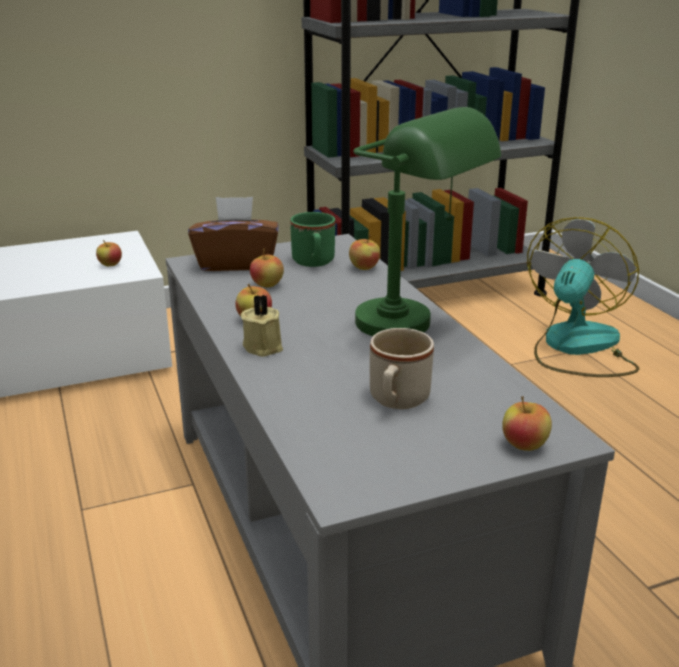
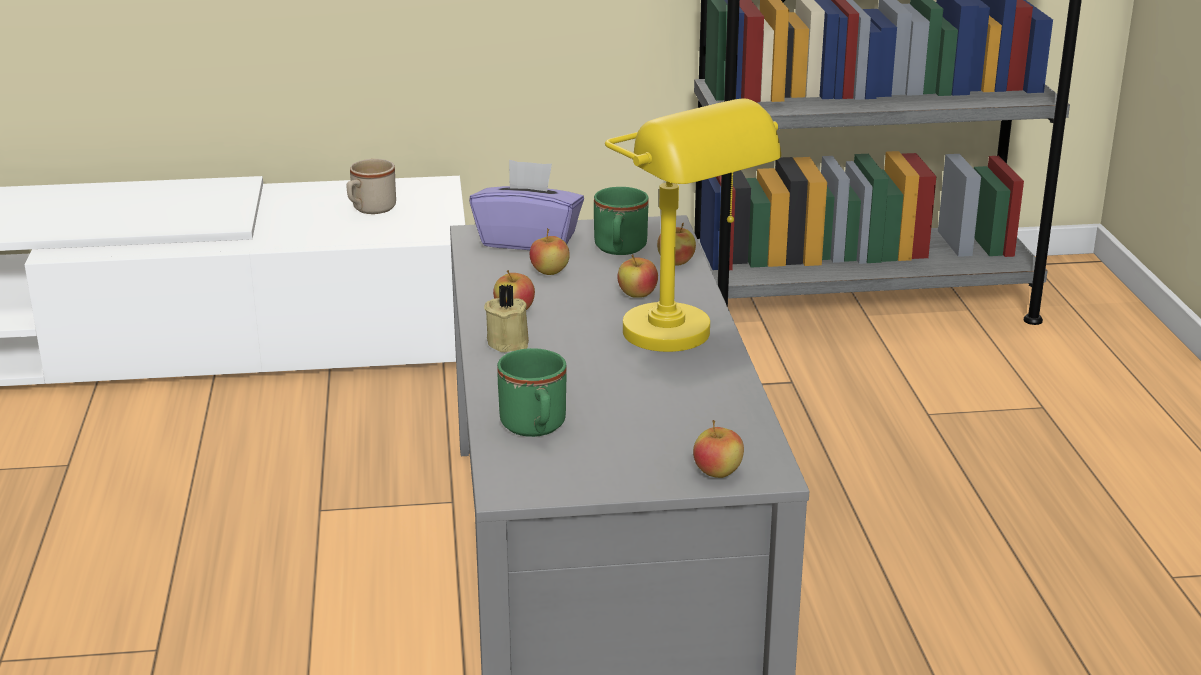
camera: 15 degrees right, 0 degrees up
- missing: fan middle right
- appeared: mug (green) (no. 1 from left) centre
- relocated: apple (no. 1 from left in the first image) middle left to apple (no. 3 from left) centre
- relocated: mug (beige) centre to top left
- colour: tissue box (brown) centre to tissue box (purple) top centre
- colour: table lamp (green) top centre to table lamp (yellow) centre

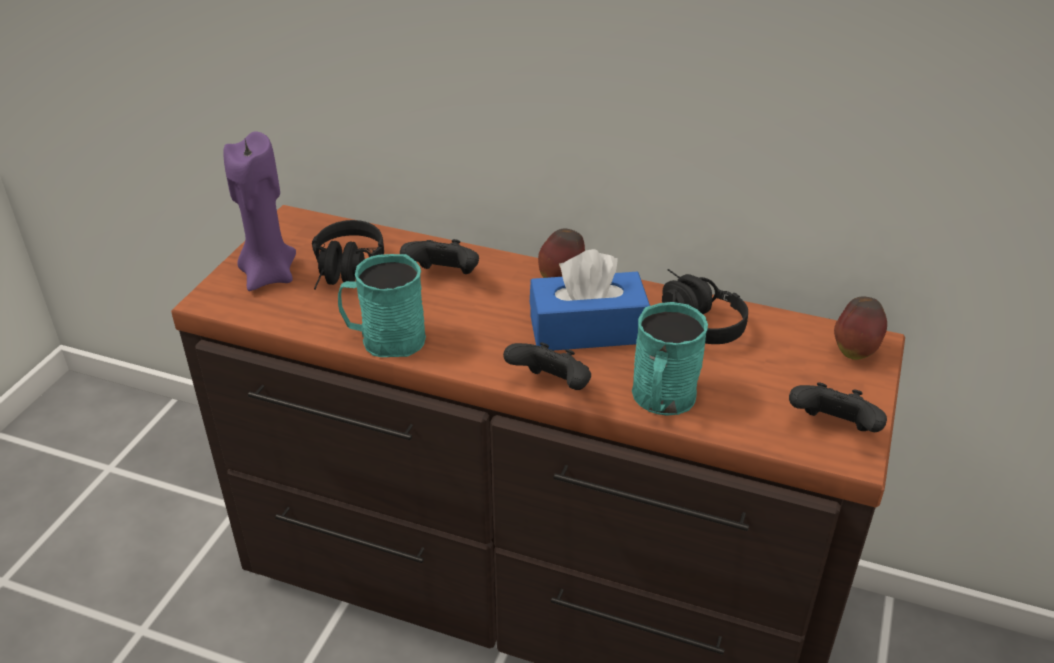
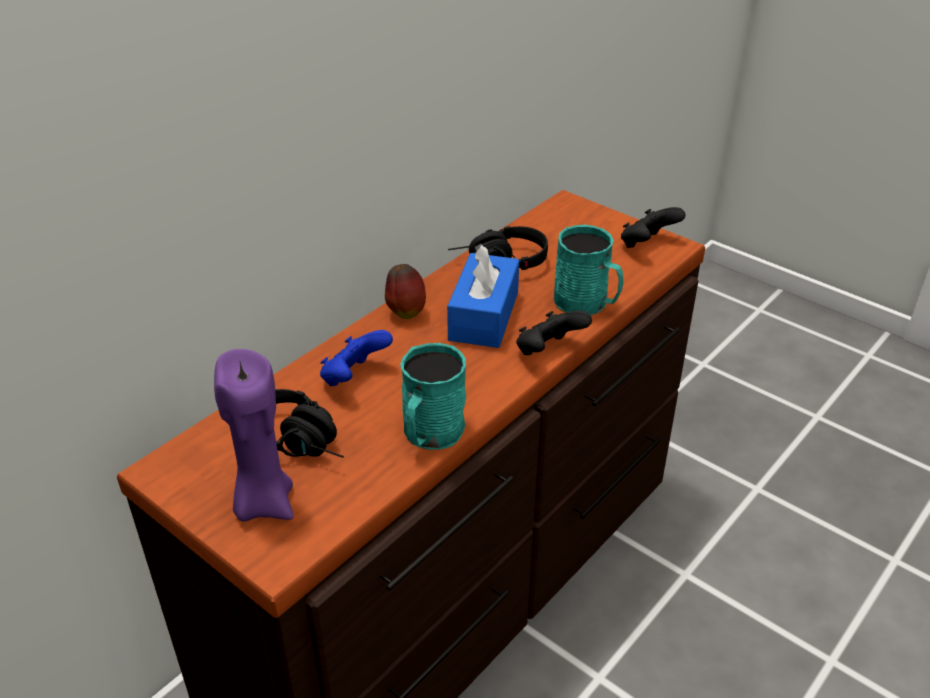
camera: 70 degrees left, 0 degrees up
- missing: apple (no. 2 from left) middle right
- colour: game controller (black) (no. 1 from left) centre to game controller (blue) centre

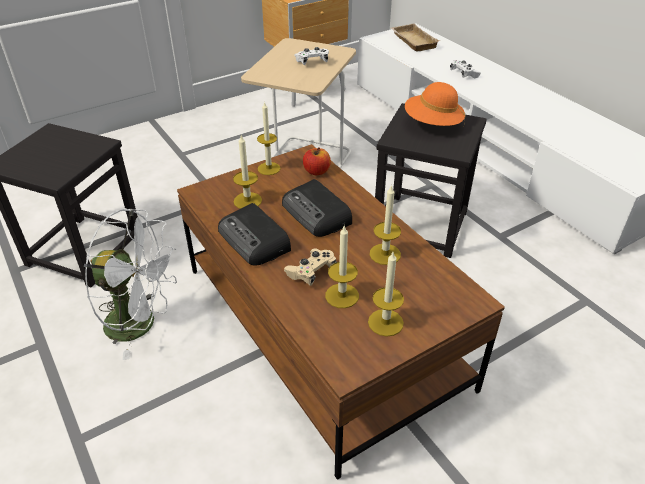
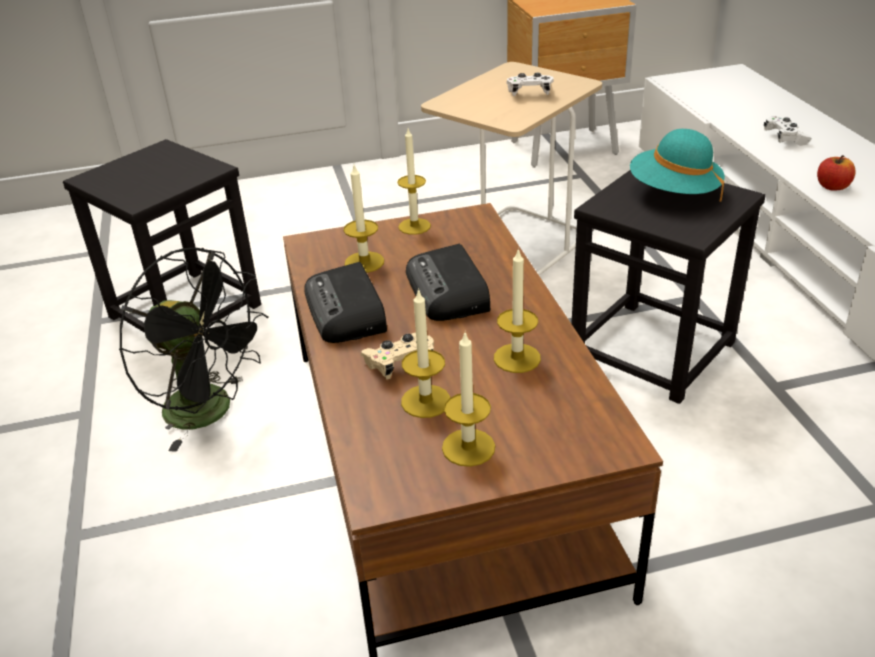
camera: 20 degrees right, 5 degrees down
- missing: tray (beige) top centre
- relocated: apple top centre to top right
- colour: fan (white) middle left to fan (black) middle left
- colour: hat (orange) top right to hat (turquoise) top right

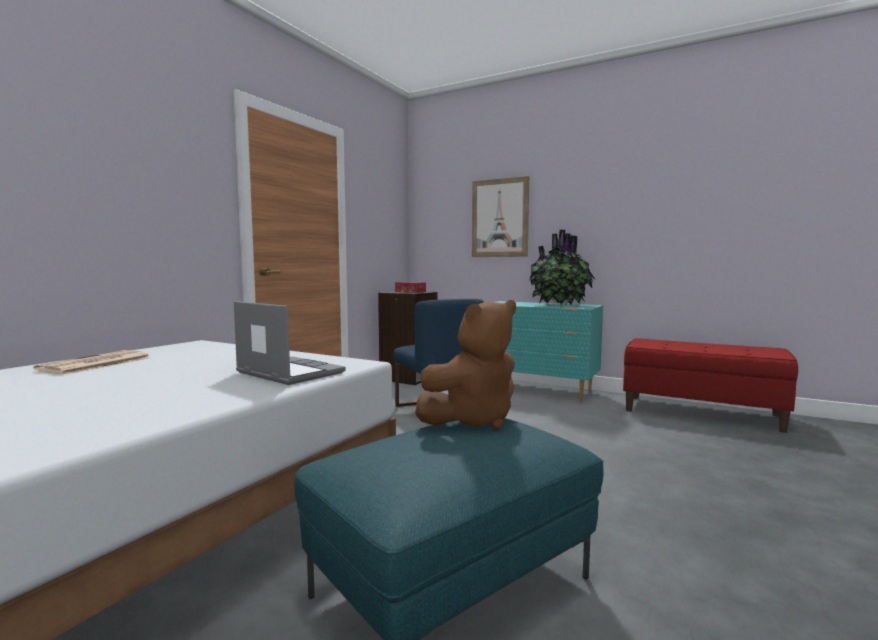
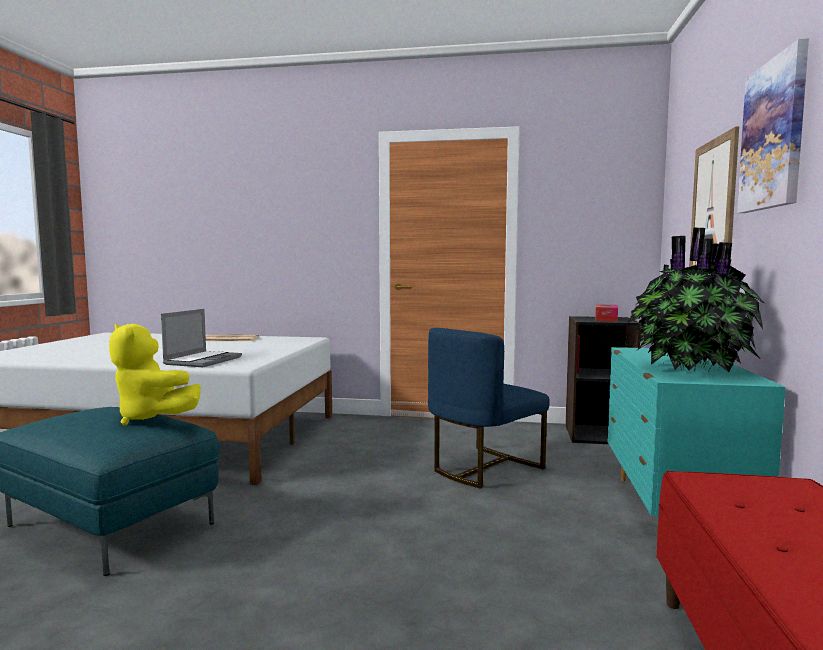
camera: 70 degrees right, 0 degrees up
- appeared: picture (no. 2 from left) top right
- colour: plush toy (brown) centre to plush toy (yellow) middle left

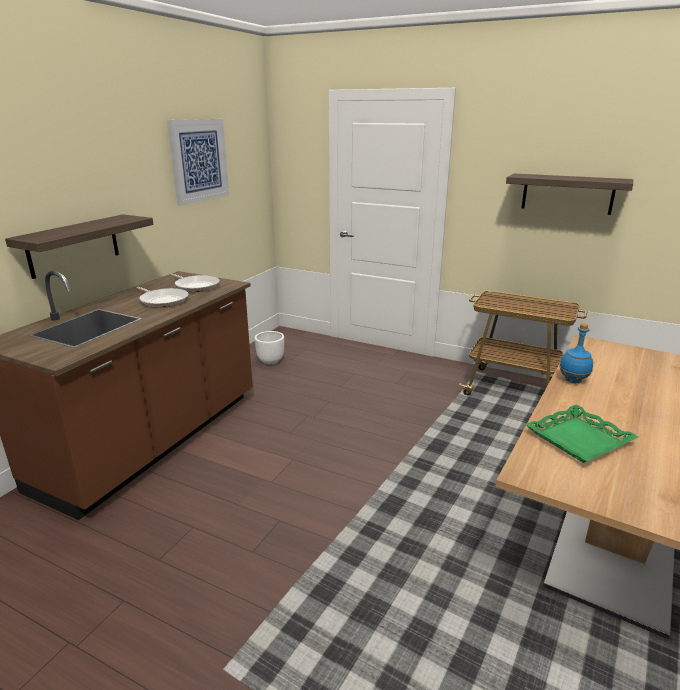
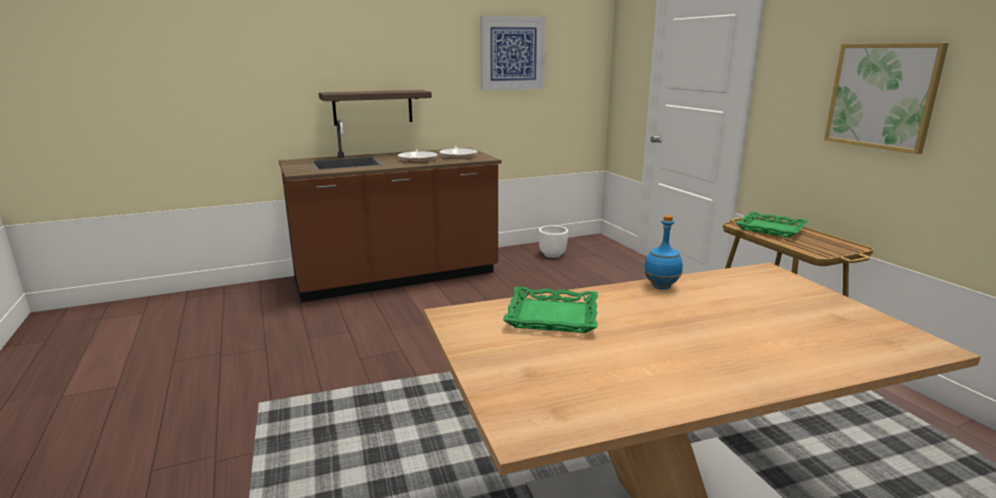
camera: 40 degrees right, 5 degrees down
- appeared: tray (green) (no. 2 from left) middle right
- exchanged: shelf (no. 2 from left) top right to picture (no. 2 from left) top right

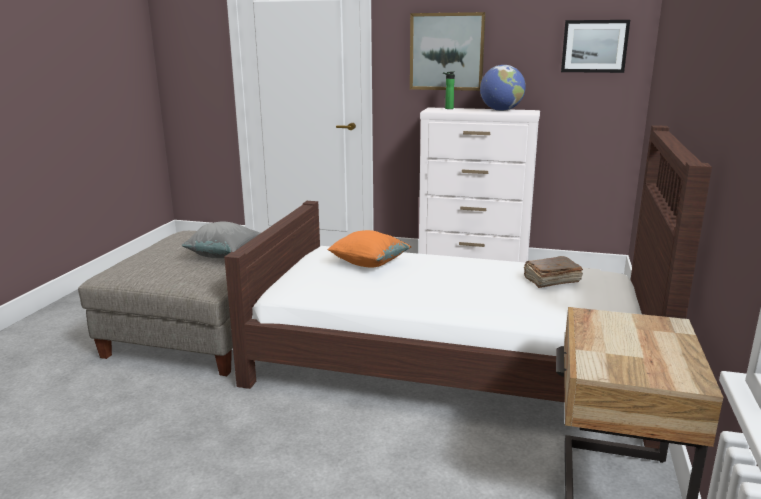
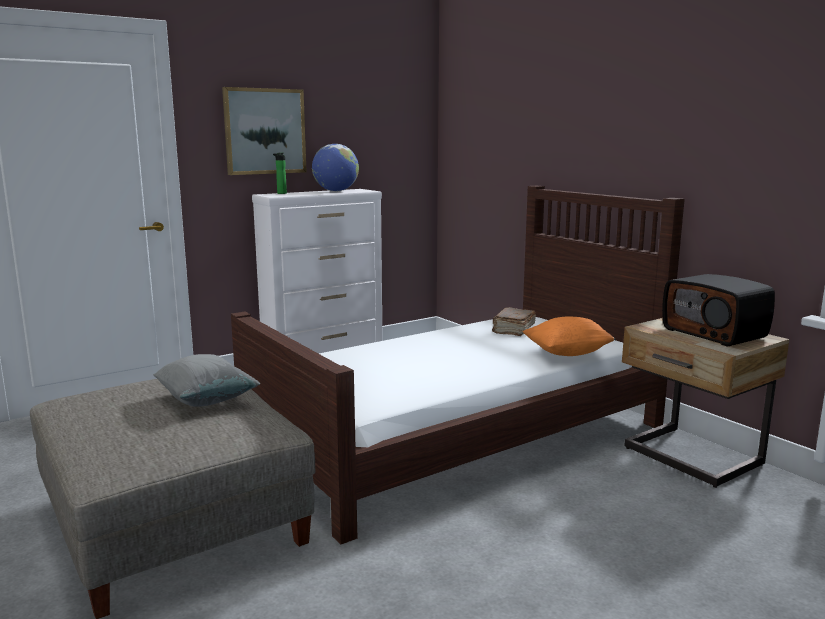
camera: 50 degrees left, 5 degrees down
- missing: picture (no. 2 from left) top right
- appeared: radio middle right
- relocated: pillow (orange) centre to middle right

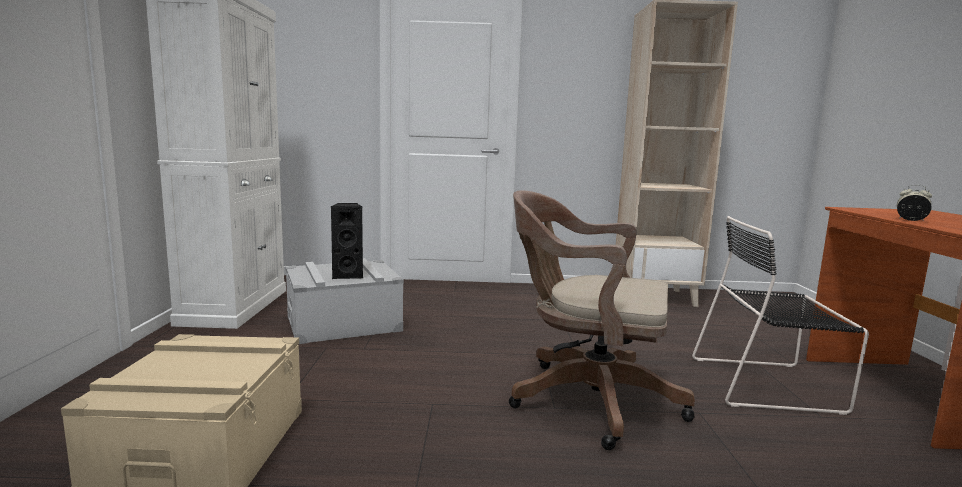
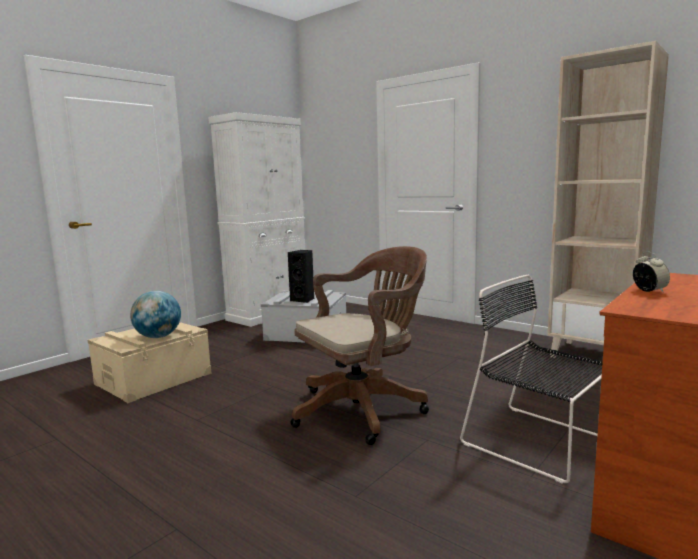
camera: 40 degrees right, 0 degrees up
- appeared: globe middle left
- spun: office chair (brown) centre = centre 90 degrees clockwise

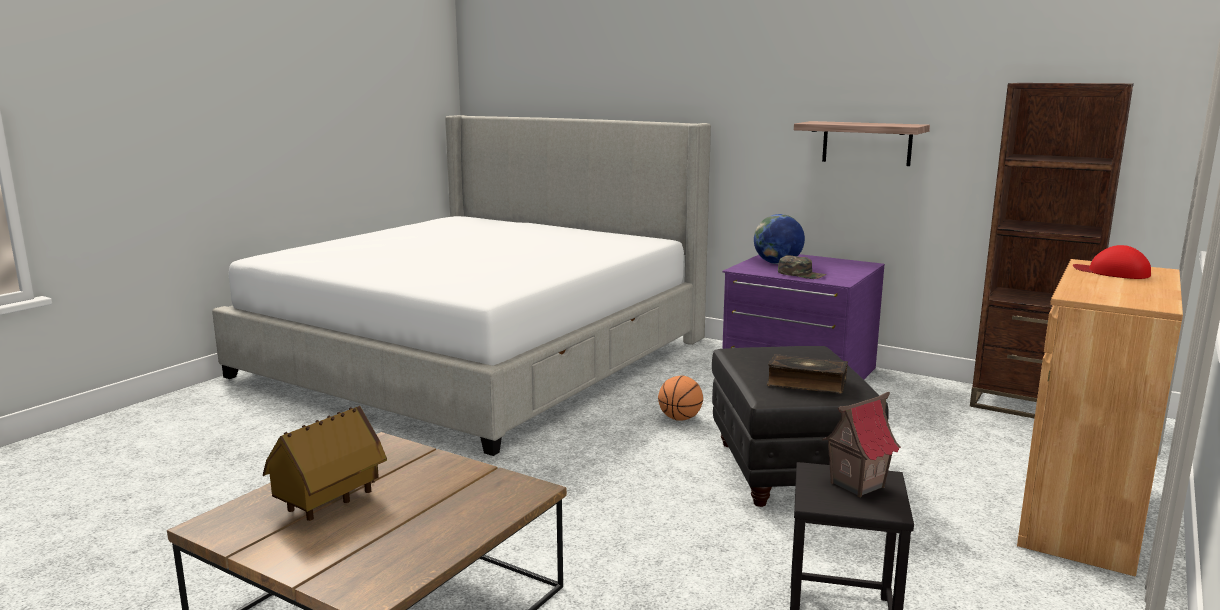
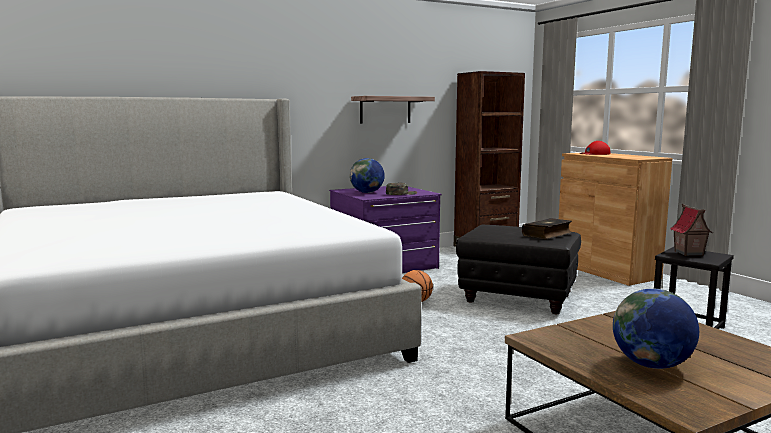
camera: 60 degrees left, 5 degrees down
- exchanged: toy house (no. 1 from left) bottom left to globe (no. 2 from left) bottom right

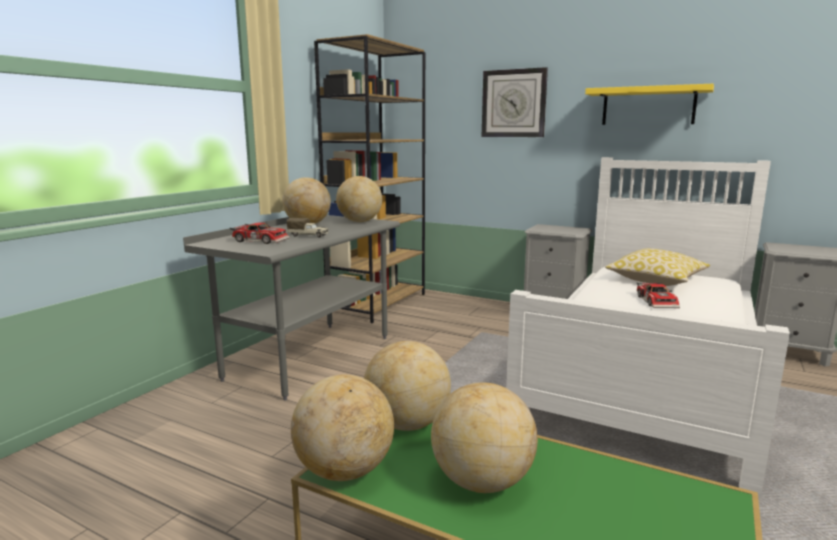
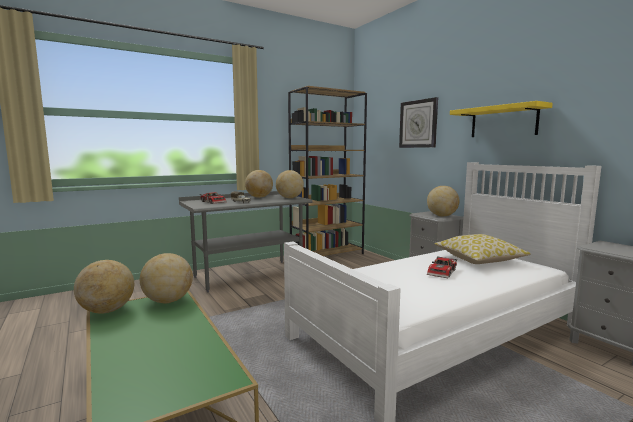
camera: 30 degrees right, 5 degrees down
- relocated: globe (no. 5 from left) bottom centre to middle right

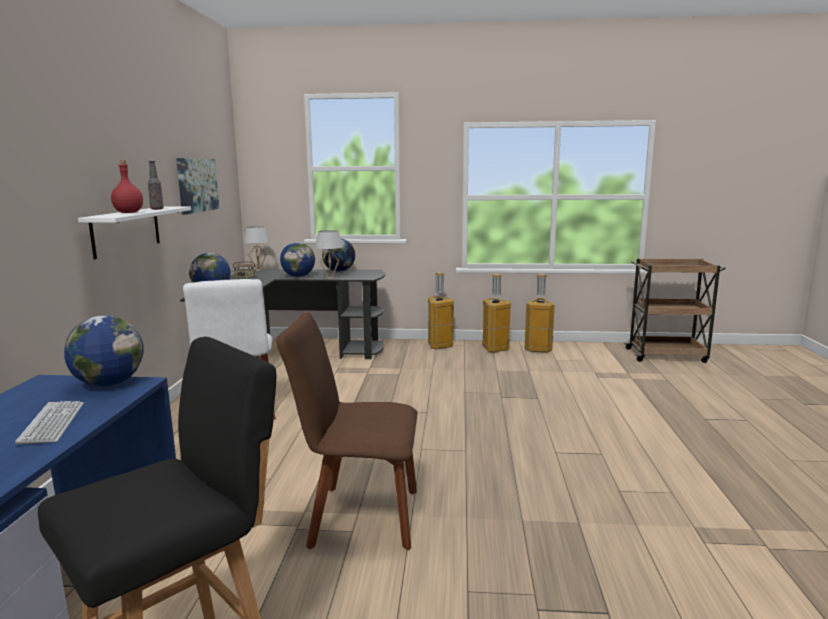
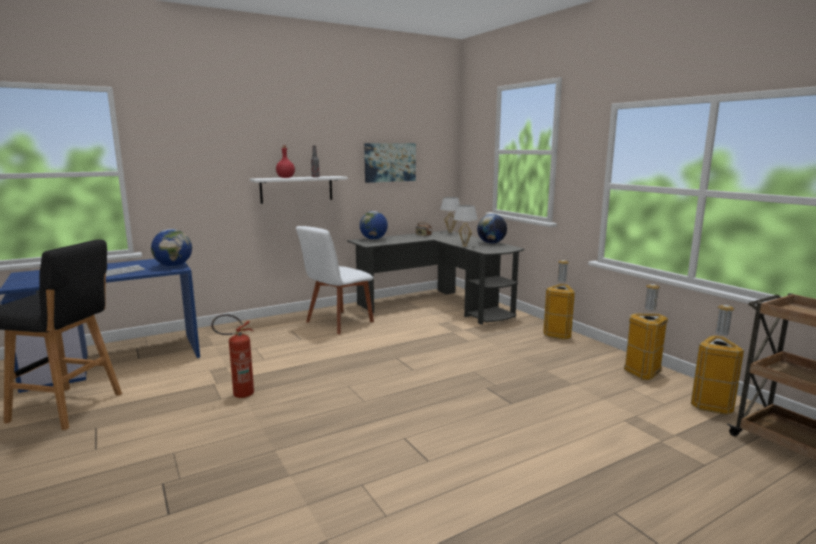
camera: 55 degrees right, 0 degrees up
- missing: globe (no. 3 from left) centre
- relocated: trash can (no. 2 from left in the first image) centre to trash can (no. 3 from left) middle right
- exchanged: chair (brown) bottom centre to fire extinguisher middle left

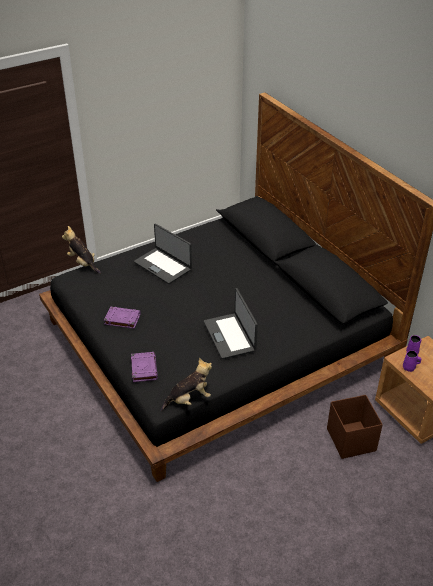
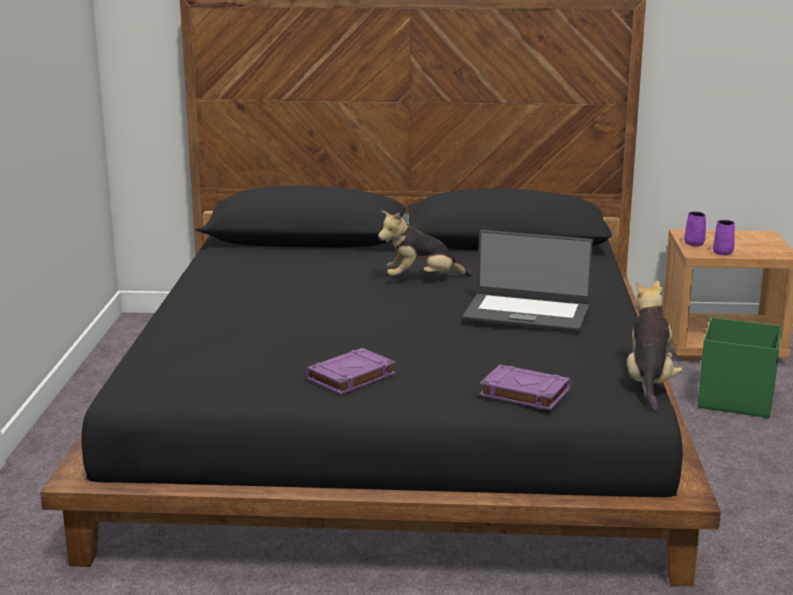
camera: 55 degrees left, 20 degrees down
- missing: laptop (no. 1 from left) centre
- relocated: plush toy (no. 1 from left) middle left to centre
- colour: storage box (brown) bottom right to storage box (green) middle right

